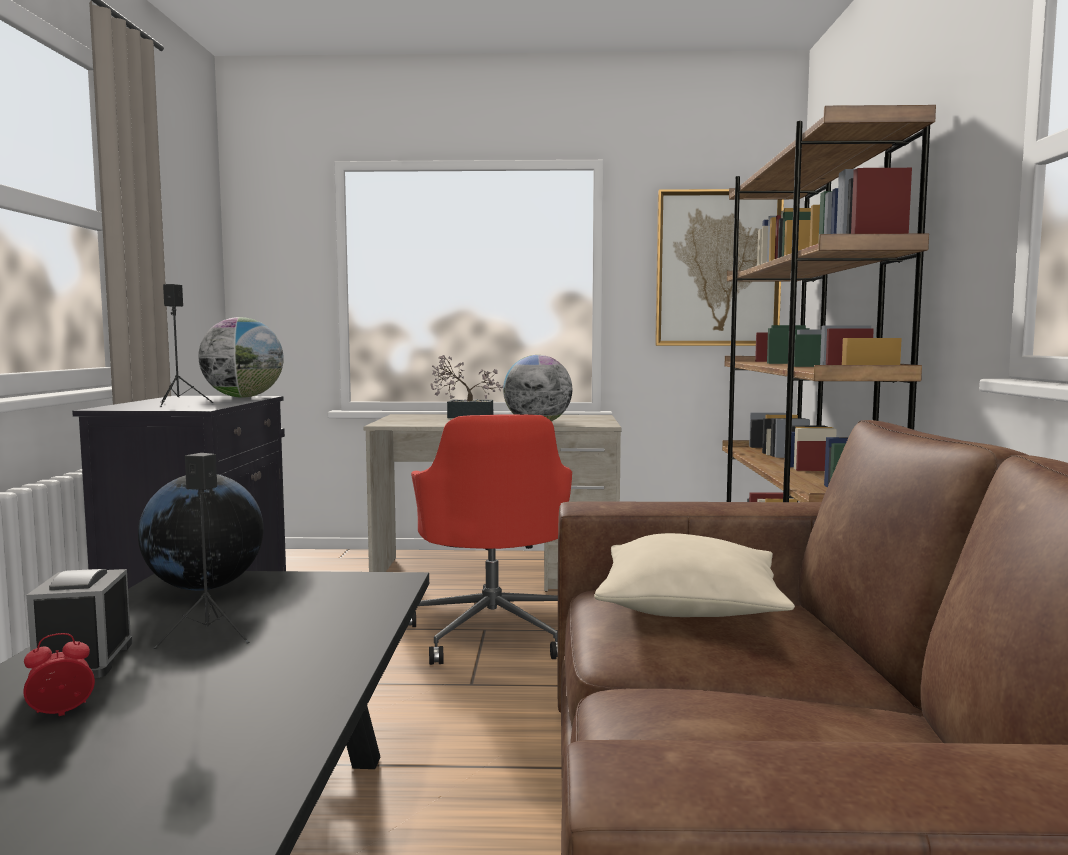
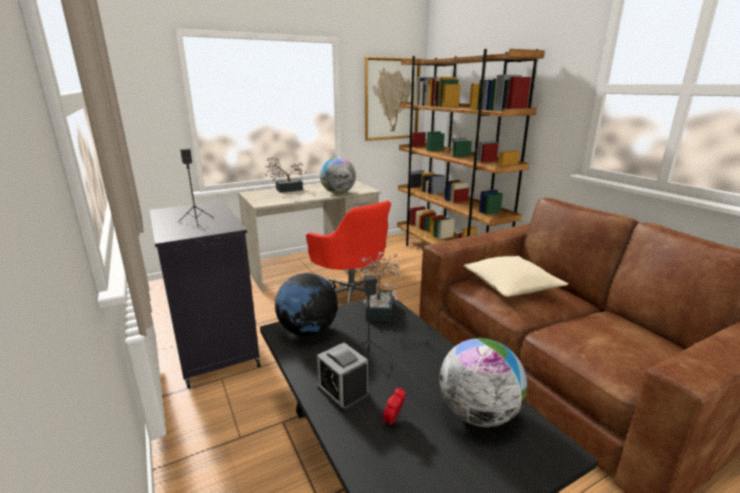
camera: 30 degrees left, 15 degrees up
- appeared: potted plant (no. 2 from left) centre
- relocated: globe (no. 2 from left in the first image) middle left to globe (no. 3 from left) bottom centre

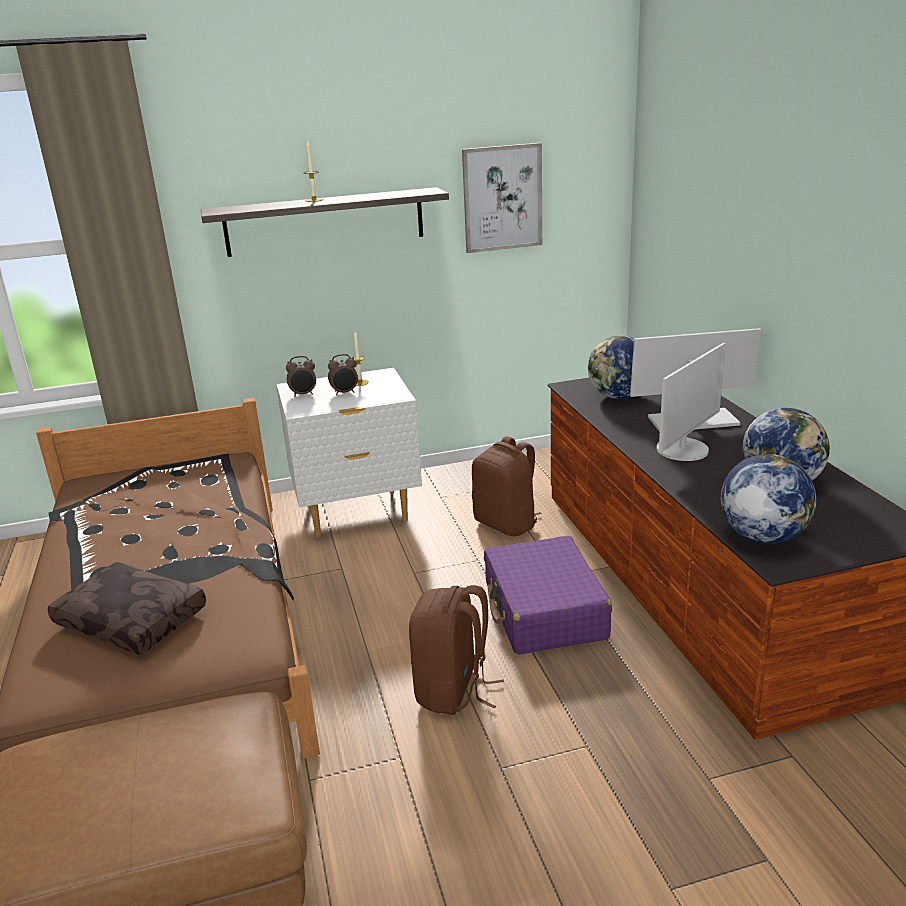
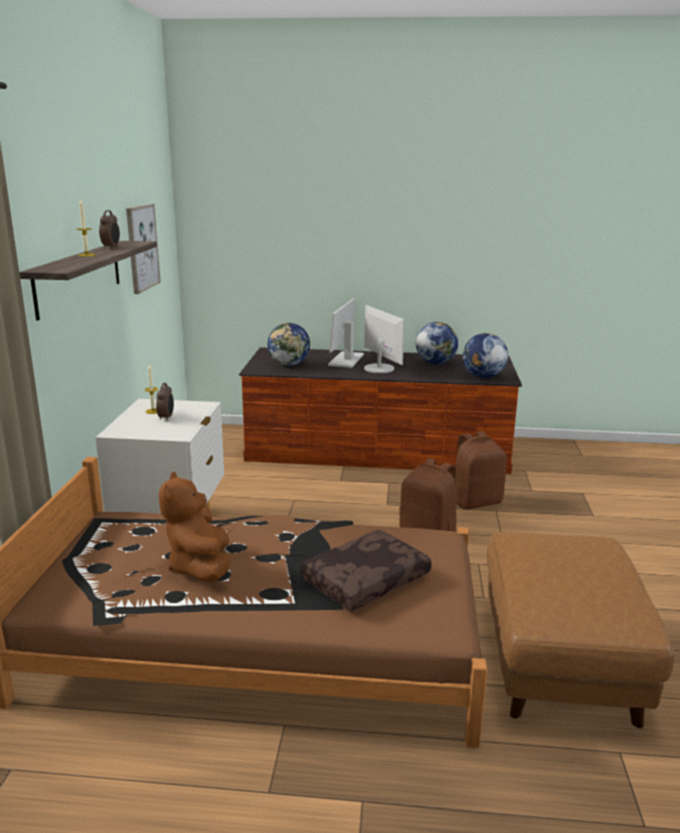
camera: 70 degrees left, 5 degrees down
- missing: suitcase (purple) centre
- appeared: plush toy (brown) middle left
- relocated: alarm clock (no. 1 from left) middle left to top left
- relocated: backpack (brown) (no. 2 from left) centre to middle right

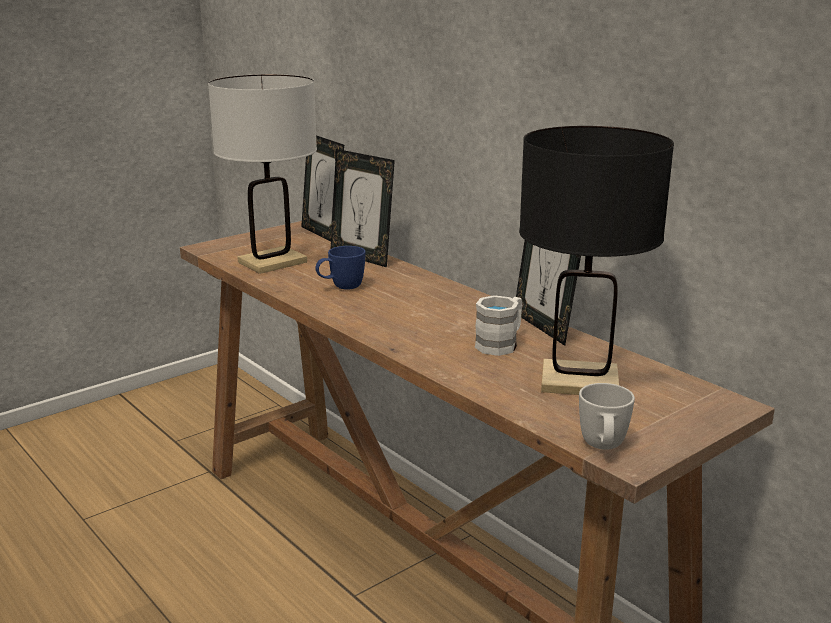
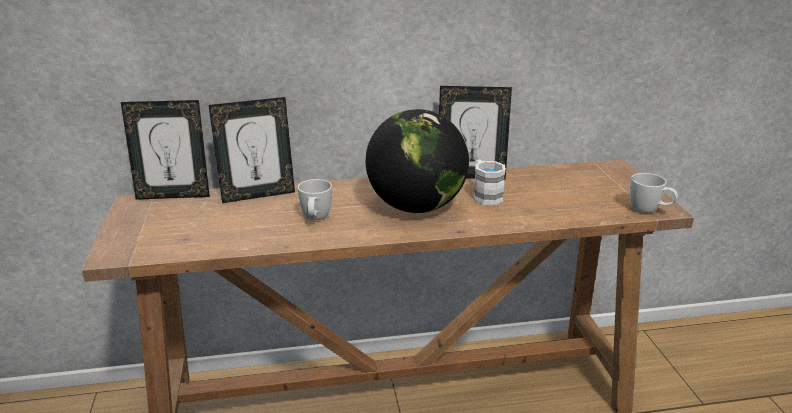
camera: 60 degrees left, 5 degrees up
- missing: table lamp (white) top left
- missing: table lamp (black) middle right
- appeared: globe centre
- colour: mug (blue) centre to mug (white) (no. 1 from left) centre

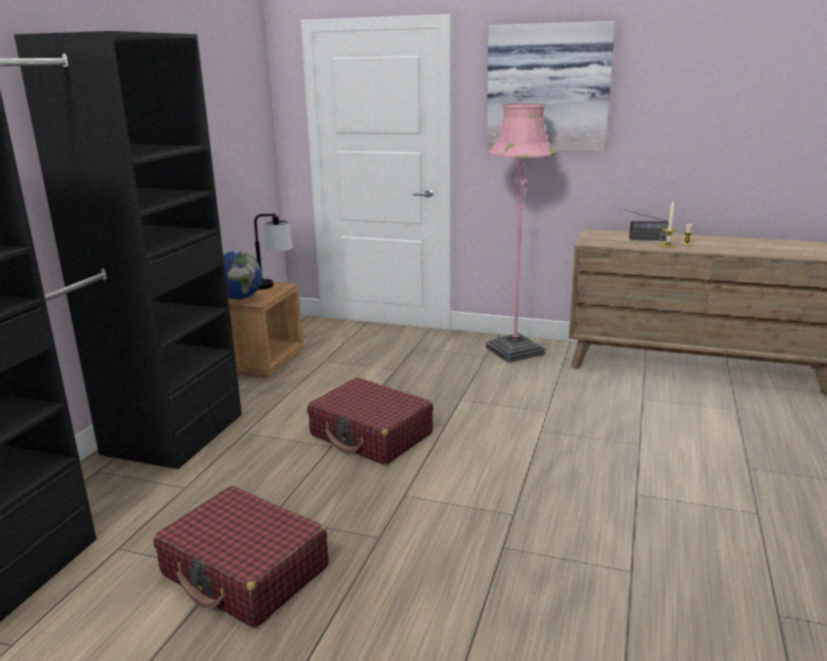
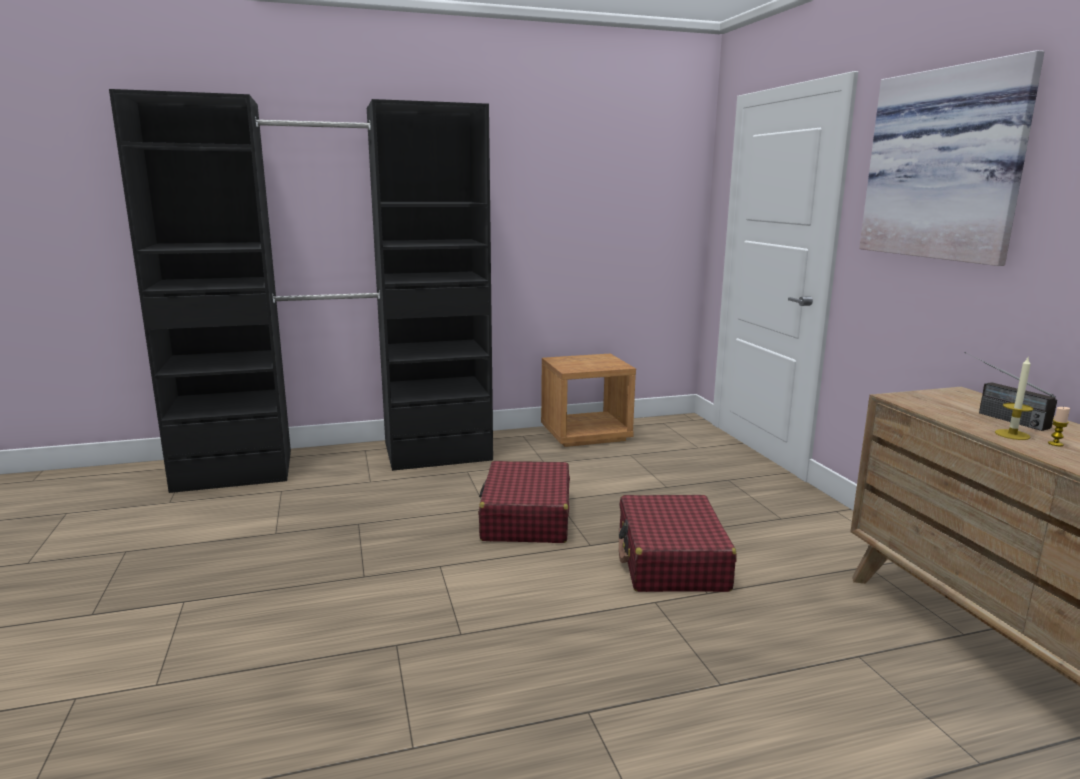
camera: 55 degrees right, 5 degrees down
- missing: globe middle left
- missing: table lamp middle left
- missing: floor lamp (pink) centre
- relocated: suitcase (red) (no. 1 from left in the first image) bottom left to suitcase (red) (no. 2 from left) bottom centre

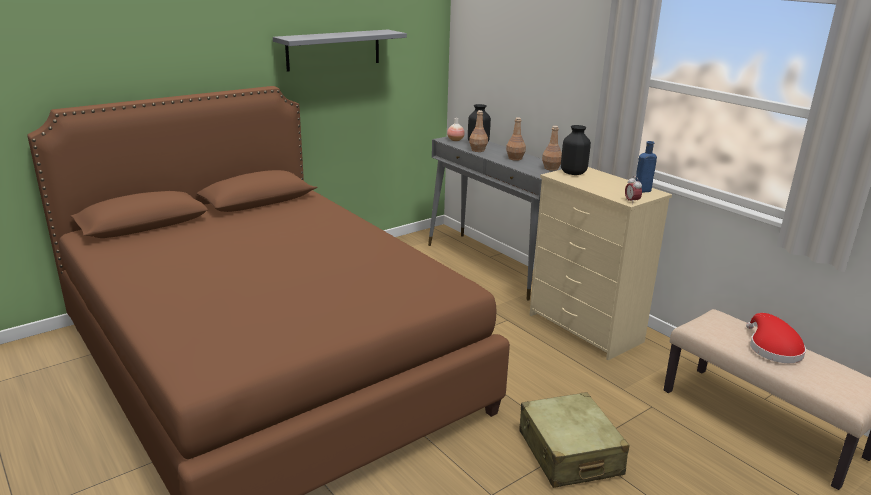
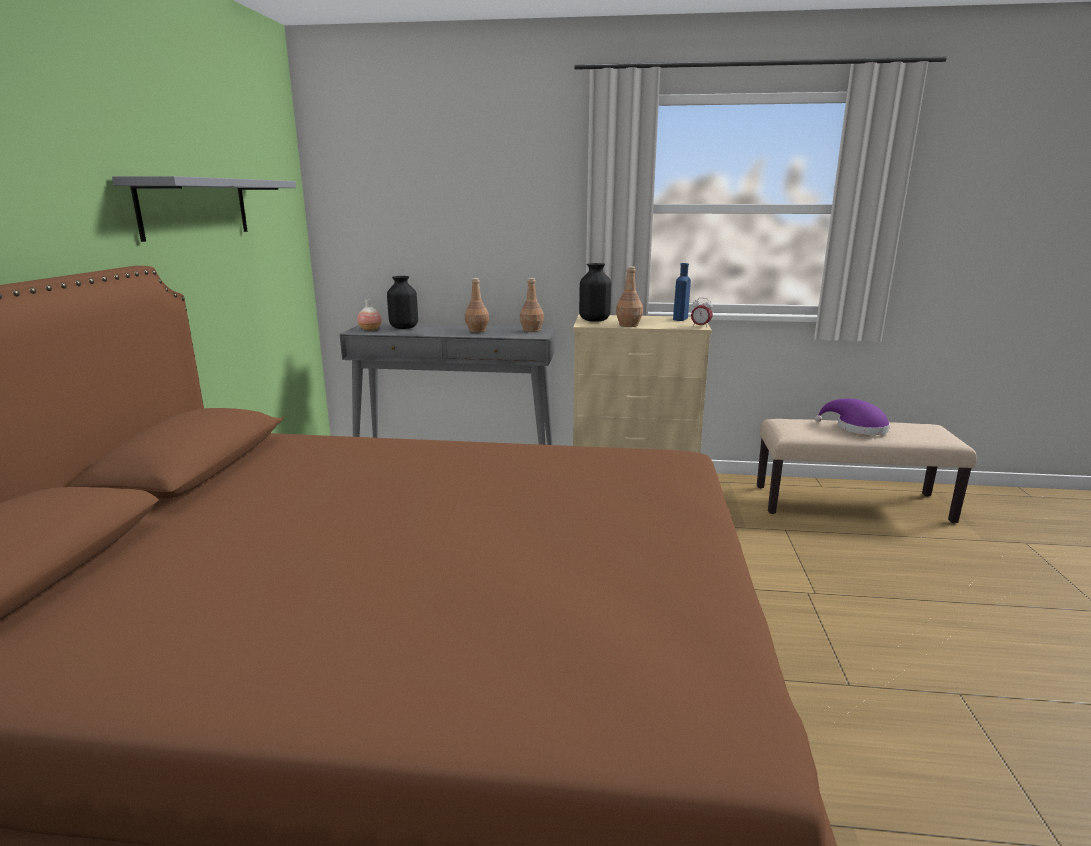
camera: 45 degrees left, 5 degrees down
- missing: suitcase (beige) bottom centre
- relocated: bottle (brown) (no. 1 from left in the first image) top centre to bottle (brown) (no. 3 from left) centre
- colour: hat (red) bottom right to hat (purple) middle right

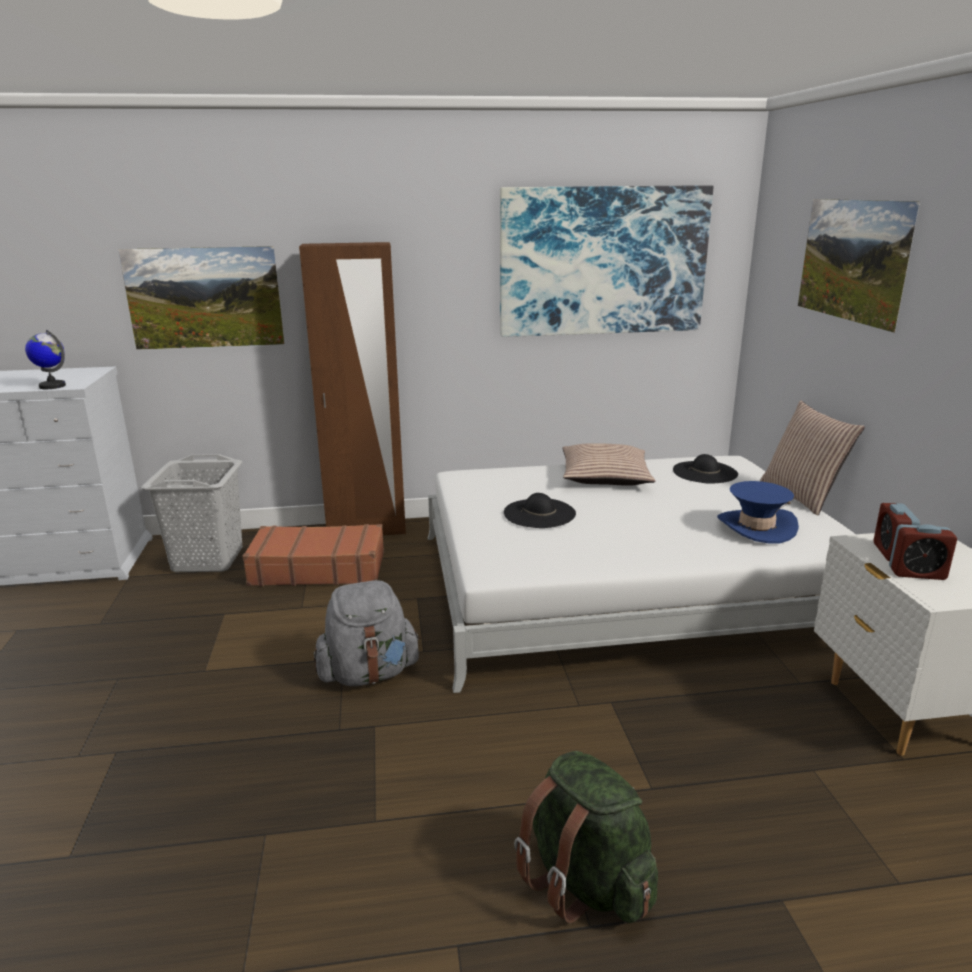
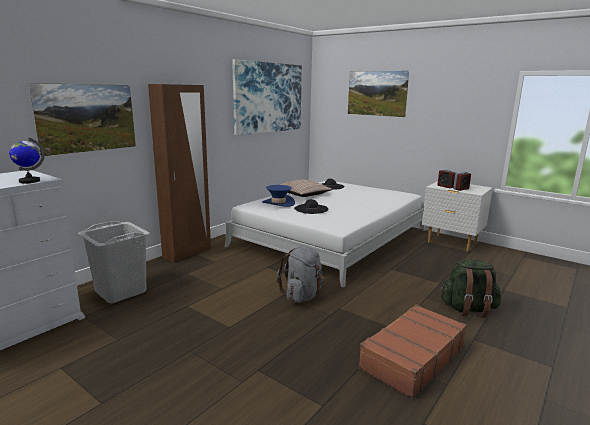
camera: 45 degrees left, 5 degrees down
- missing: pillow (no. 2 from left) middle right
- relocated: suitcase (brown) middle left to bottom right
- relocated: hat (blue) middle right to centre

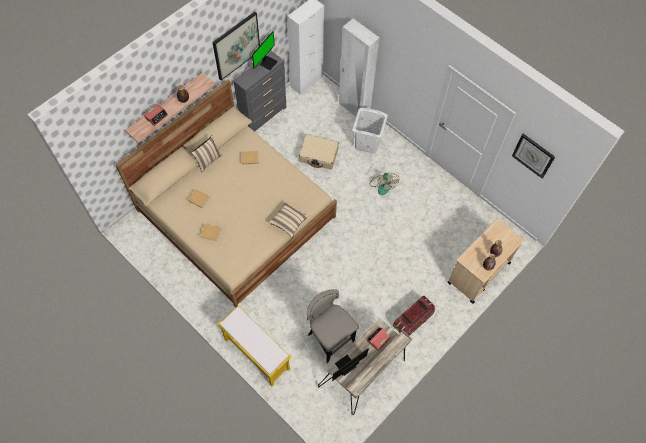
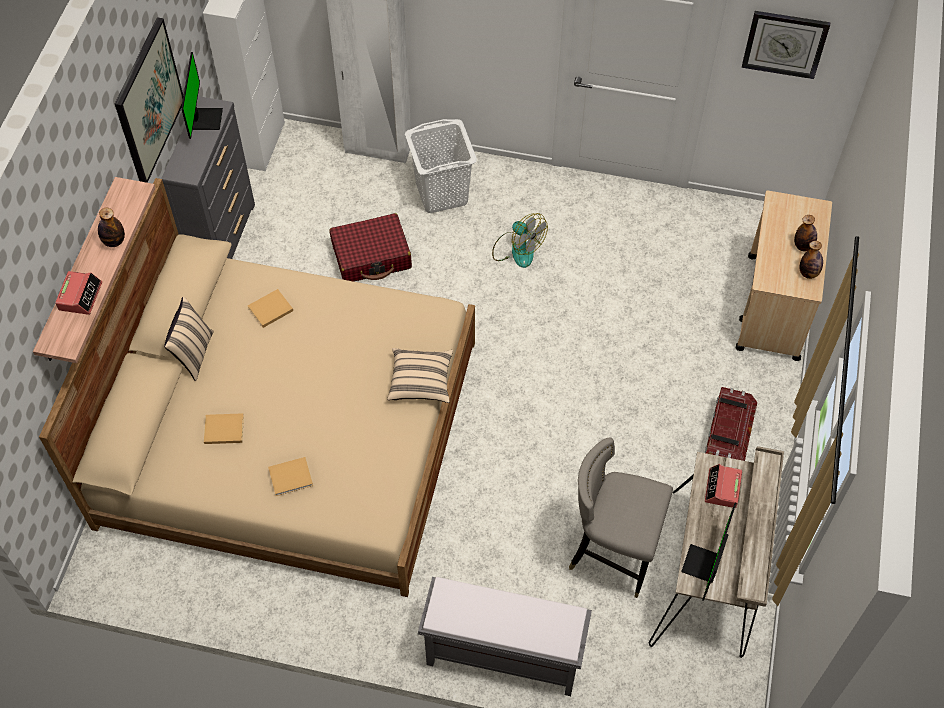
camera: 30 degrees left, 5 degrees down
- colour: bench (yellow) bottom centre to bench (grey) bottom centre
- colour: suitcase (beige) centre to suitcase (red) centre

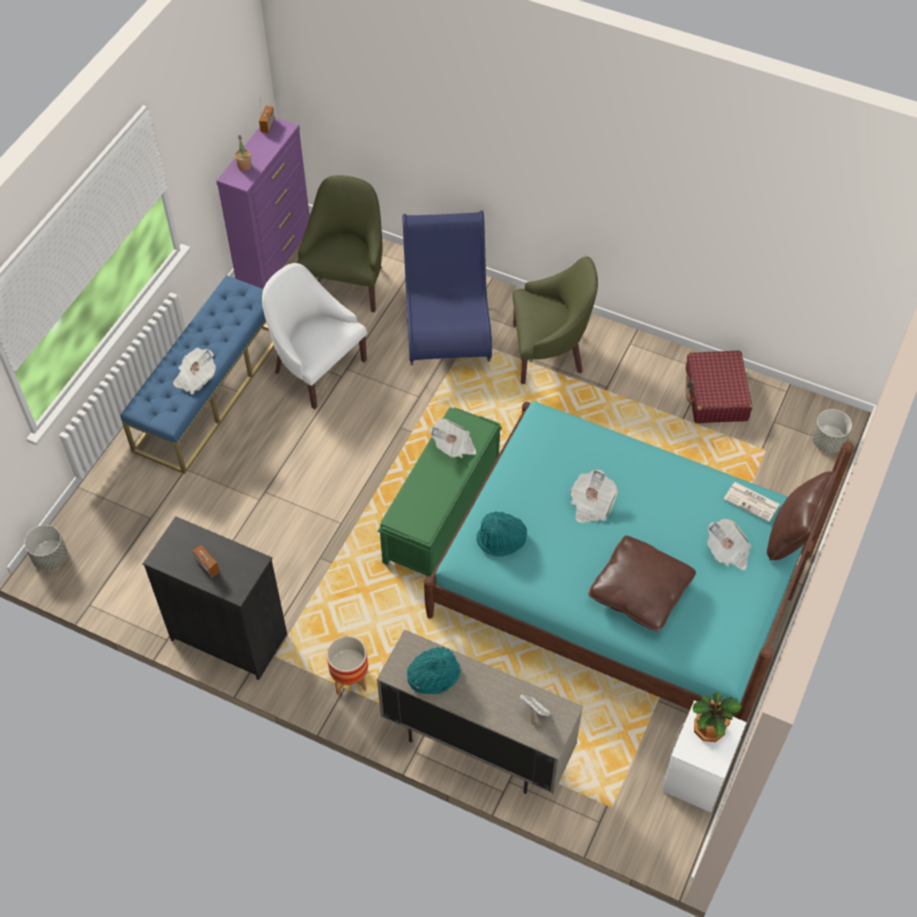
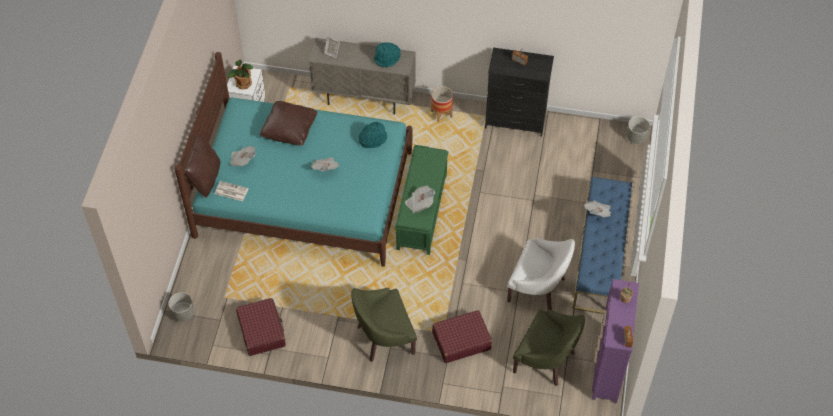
camera: 165 degrees right, 0 degrees up
- exchanged: chair (blue) top centre to suitcase (red) (no. 2 from left) bottom centre
- spun: armchair (green) (no. 1 from left in the first image) top centre = bottom centre 60 degrees counterclockwise

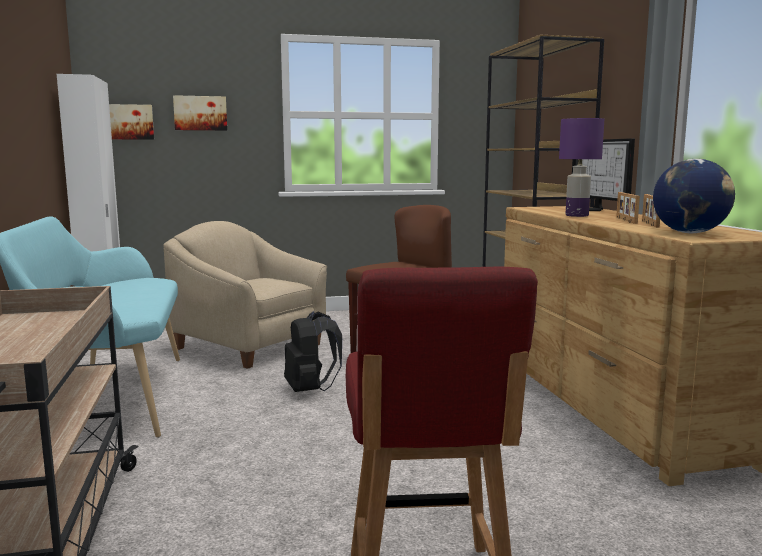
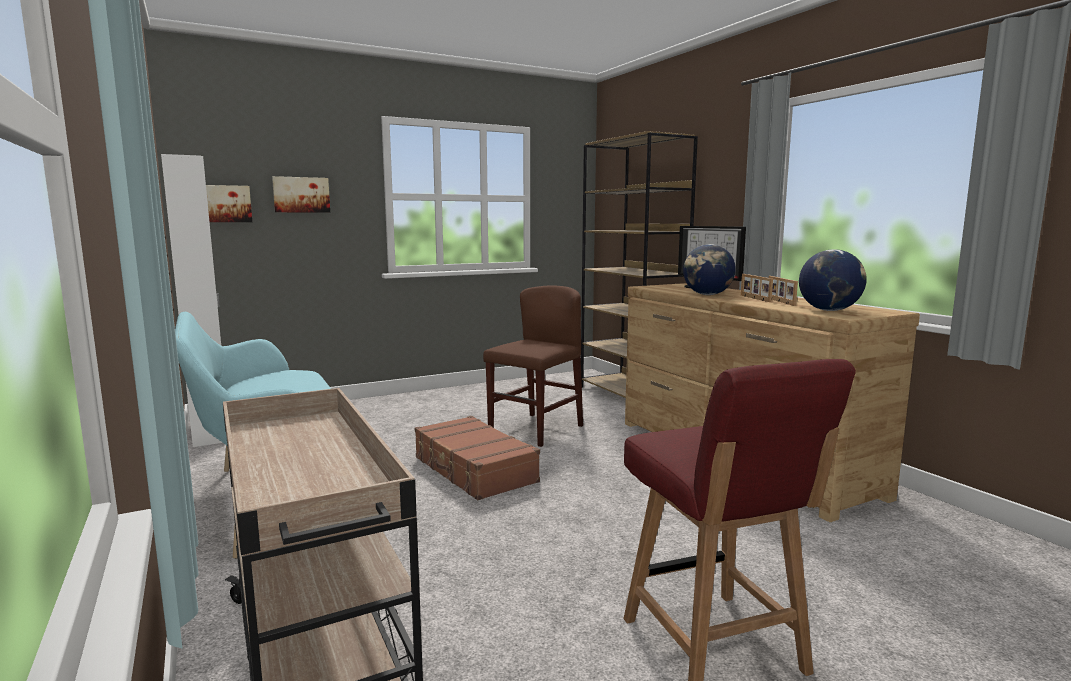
camera: 15 degrees left, 0 degrees up
- missing: armchair (beige) middle left
- exchanged: backpack (black) centre to suitcase (brown) bottom centre
- exchanged: table lamp (purple) top right to globe (no. 1 from left) centre

